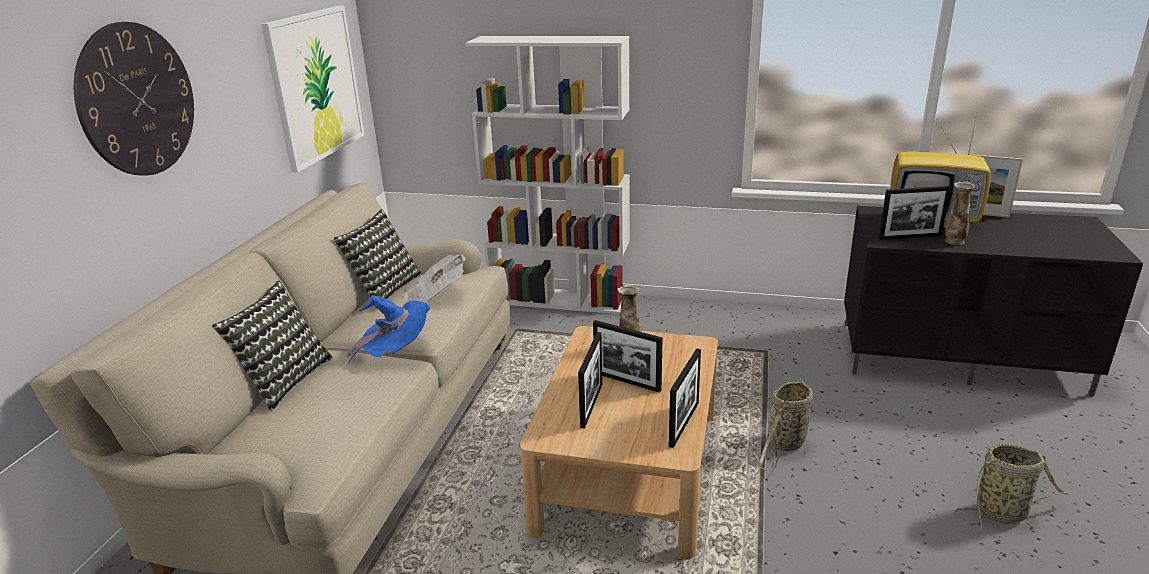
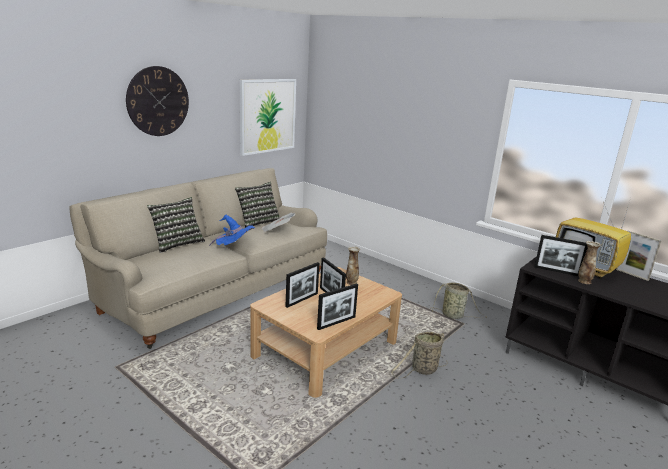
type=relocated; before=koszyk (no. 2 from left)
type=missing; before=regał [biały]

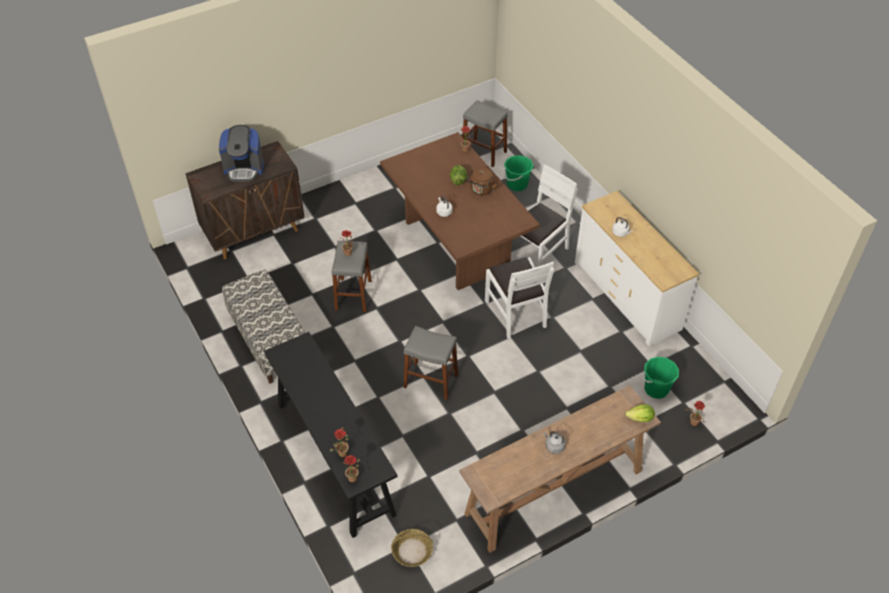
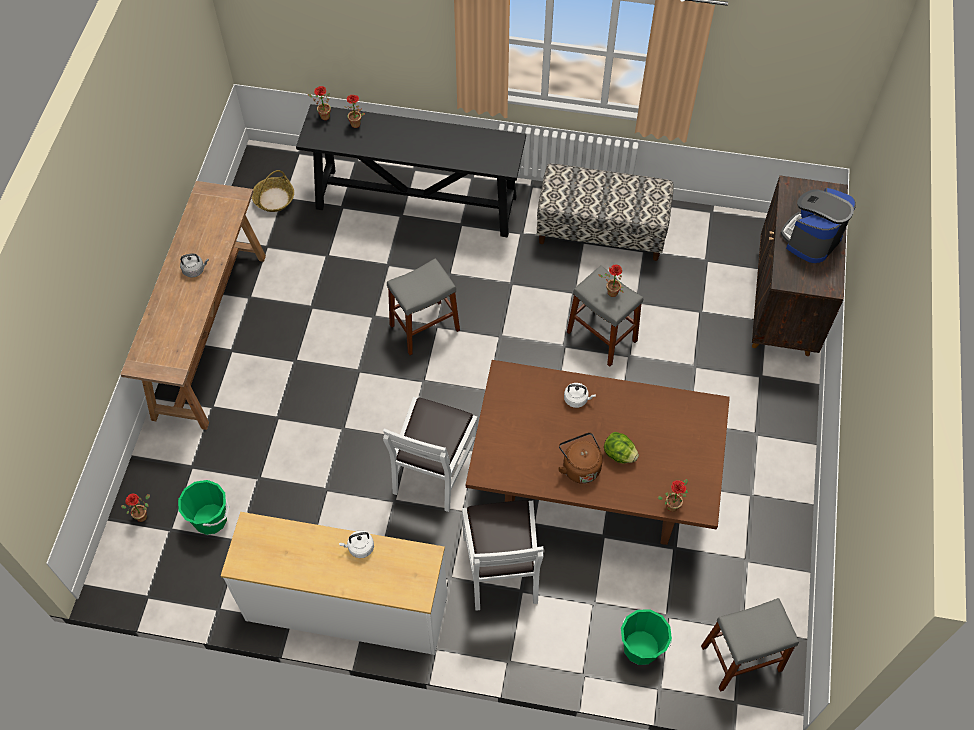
type=spun; before=krzesło [biały] (no. 1 from left); turn=-90
type=missing; before=sałata (no. 2 from left)

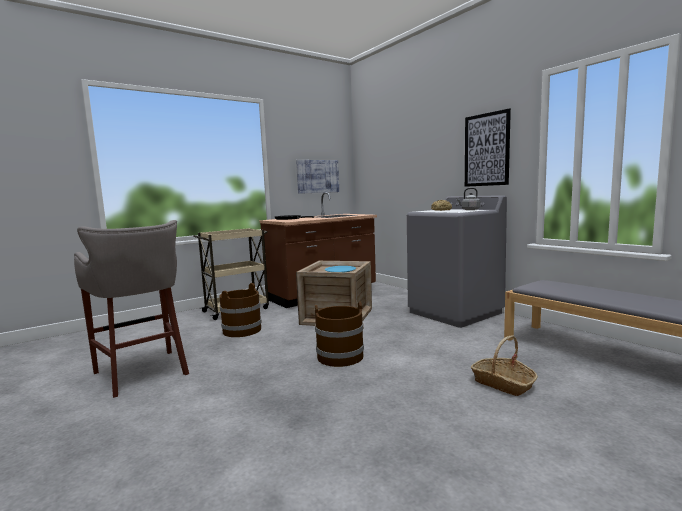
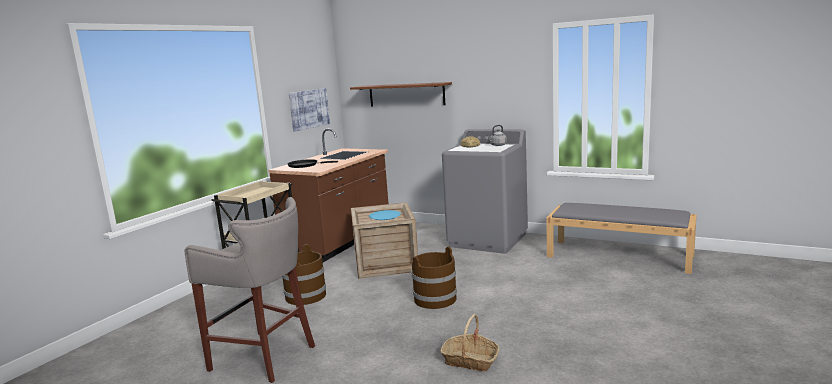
type=appeared; after=półka [brązowy]
type=relocated; before=koszyk
type=missing; before=obraz (no. 2 from left)

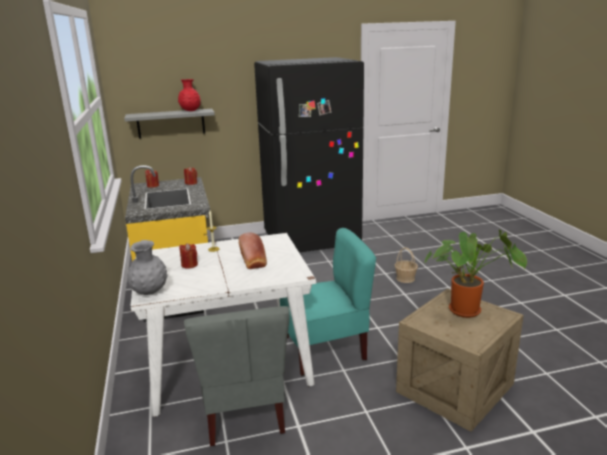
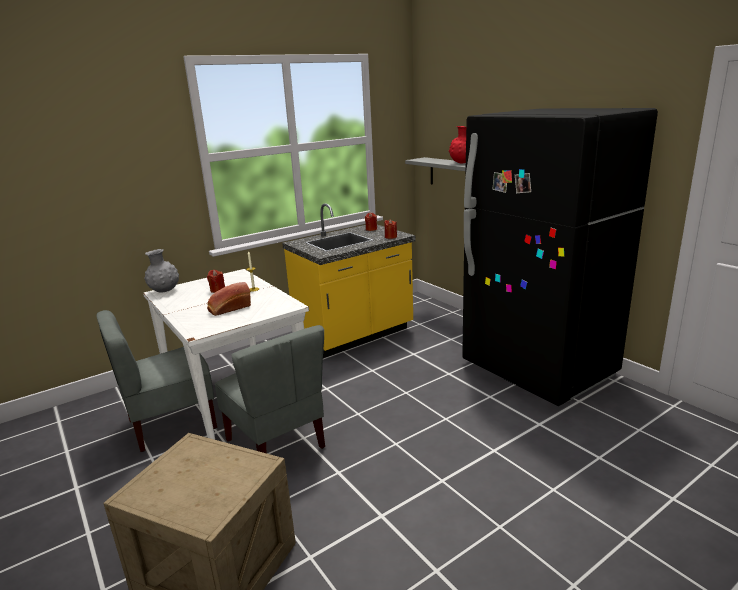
type=colour; before=krzesło [turkusowy]; after=krzesło [szary] (no. 2 from left)
type=missing; before=koszyk
type=missing; before=roślina doniczkowa

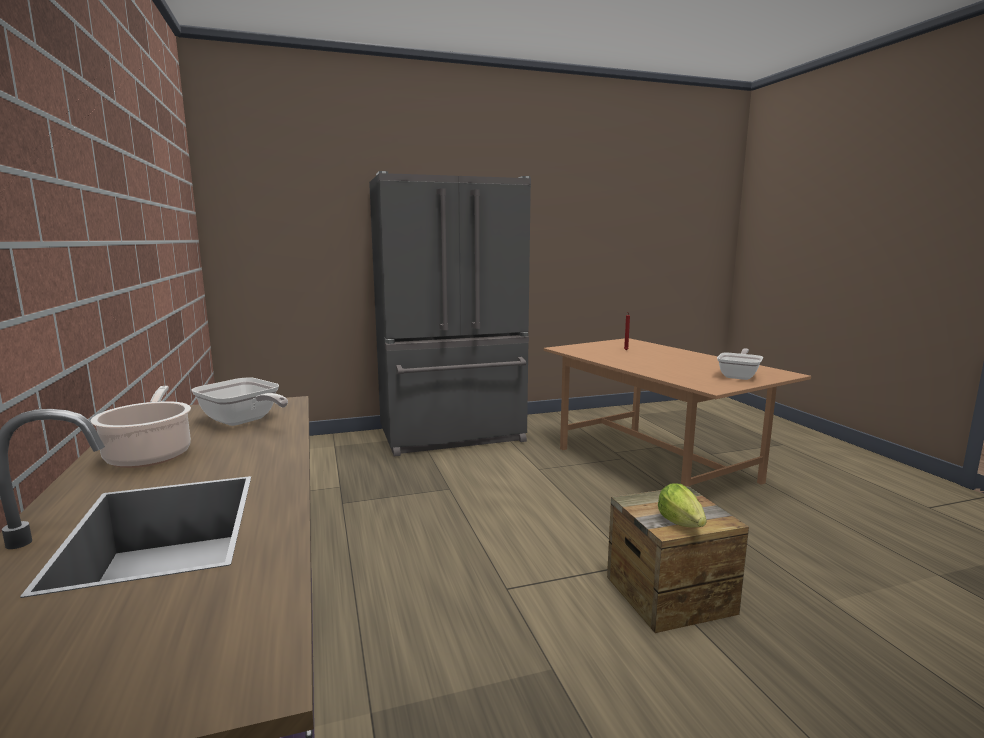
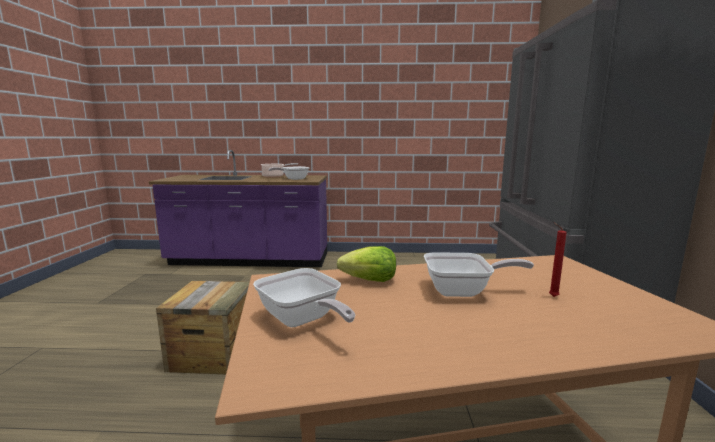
type=relocated; before=sałata
type=appeared; after=patelnia (no. 3 from left)

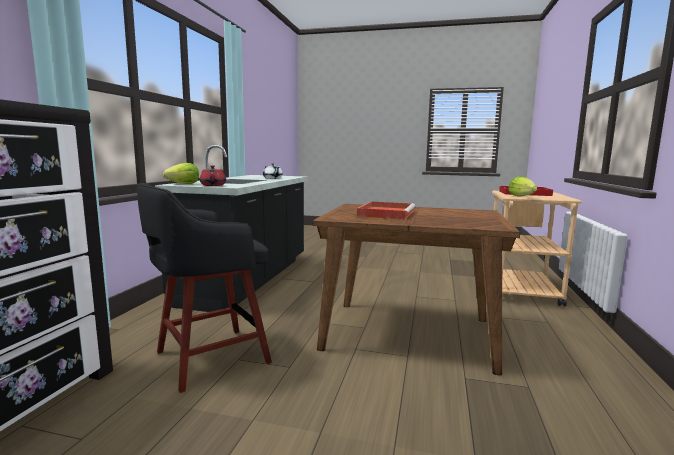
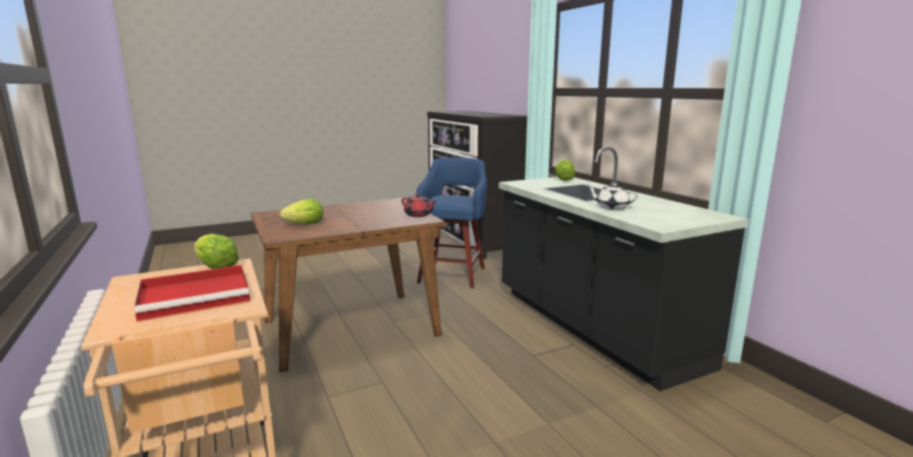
type=appeared; after=sałata (no. 2 from left)
type=relocated; before=imbryk [czerwony]
type=colour; before=stołek [czarny]; after=stołek [niebieski]
type=missing; before=taca [czerwony] (no. 1 from left)

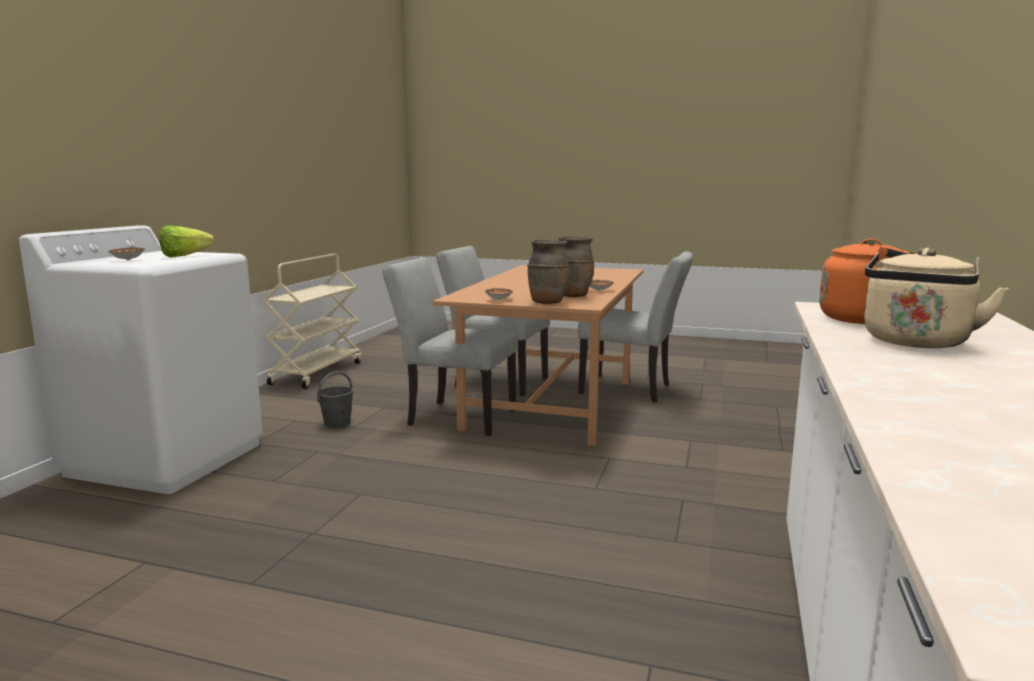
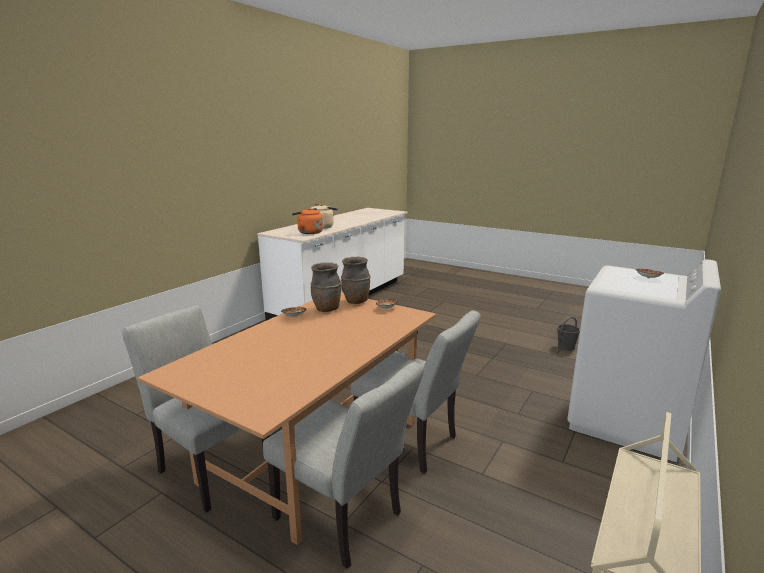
type=relocated; before=wiadro [szary]
type=missing; before=sałata

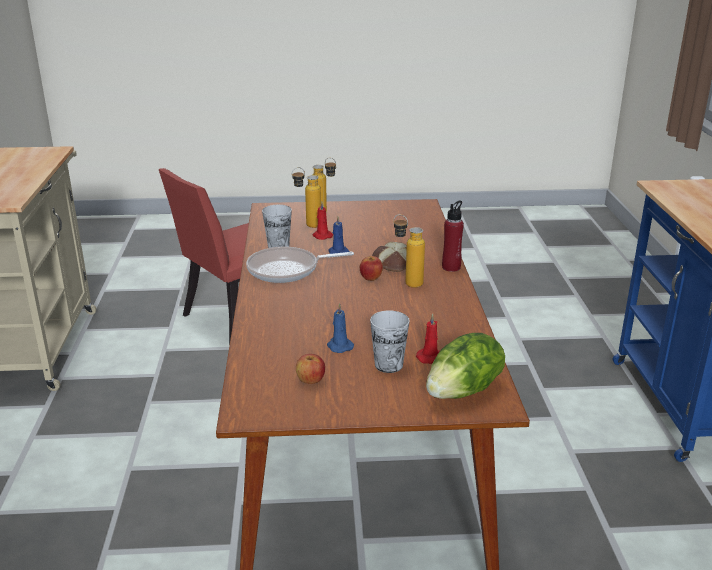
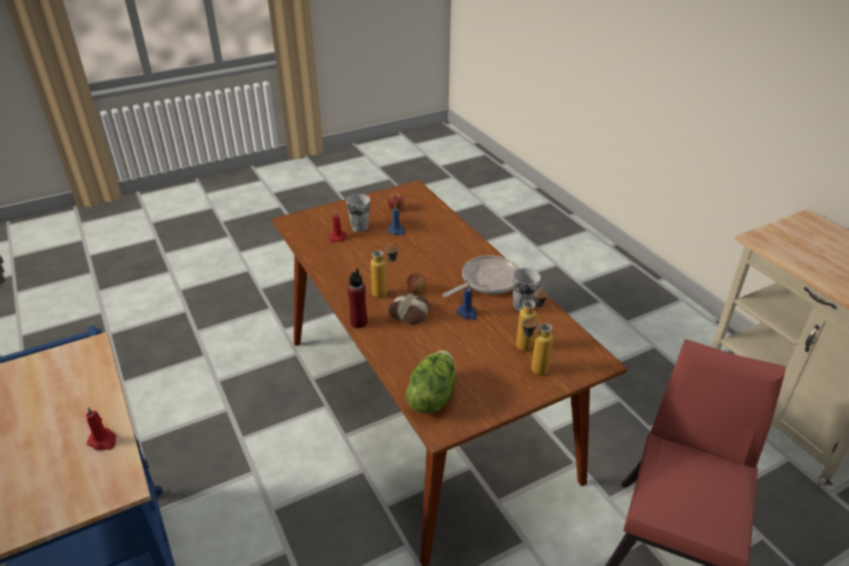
type=relocated; before=świeca [czerwony] (no. 1 from left)
type=relocated; before=sałata

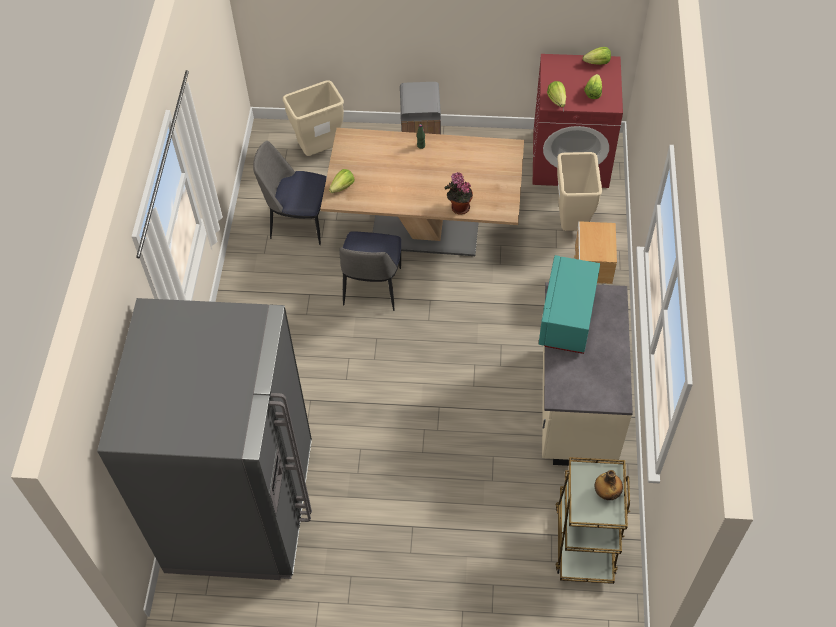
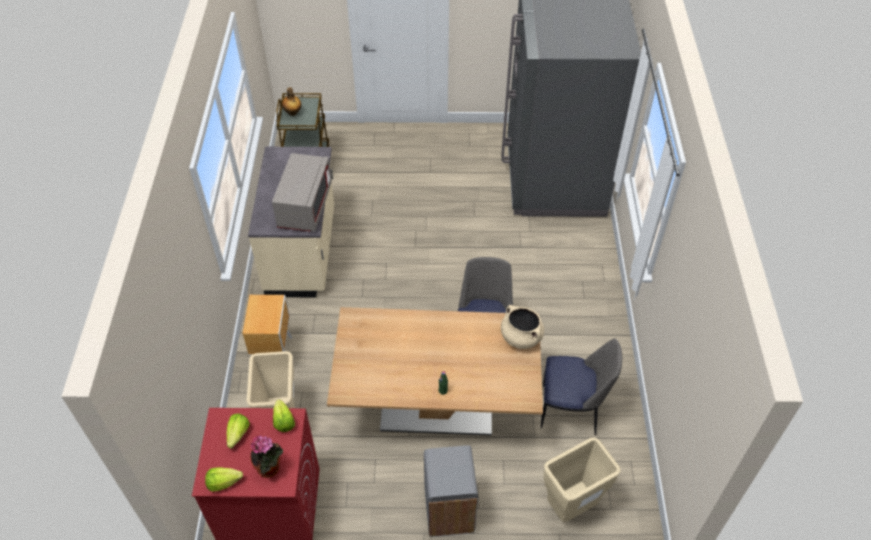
type=relocated; before=roślina doniczkowa
type=colour; before=mikrofalówka [turkusowy]; after=mikrofalówka [szary]
type=exchanged; before=sałata (no. 1 from left); after=garnek [beżowy]

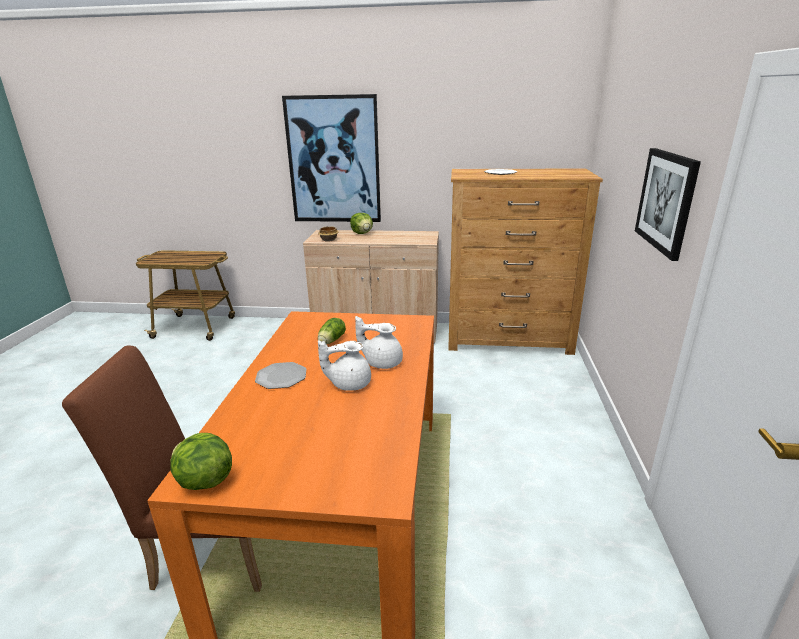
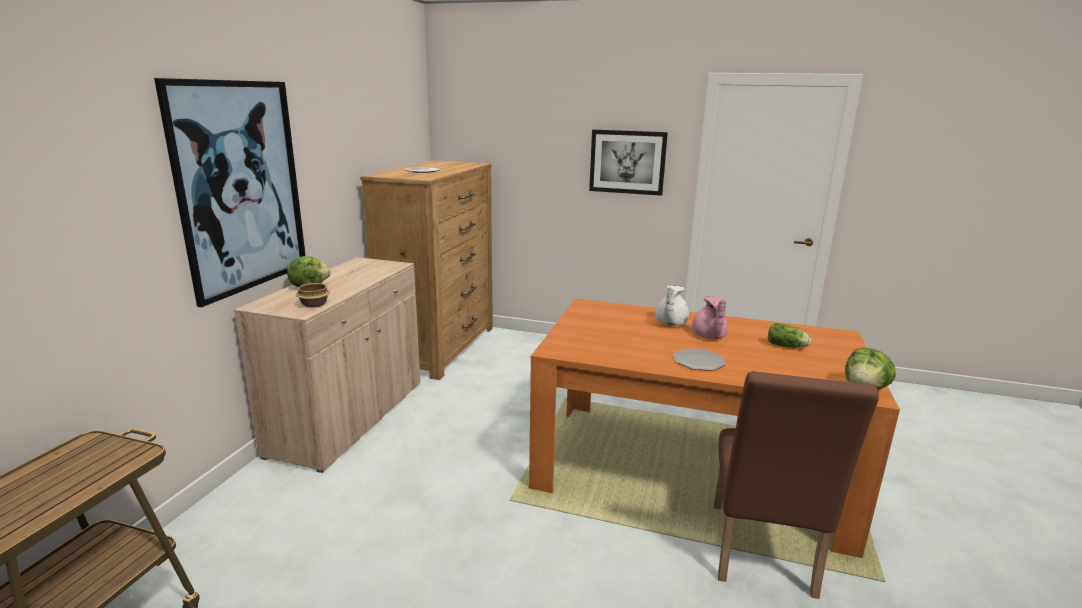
type=colour; before=imbryk [biały] (no. 1 from left); after=imbryk [różowy]
type=relocated; before=sałata (no. 2 from left)

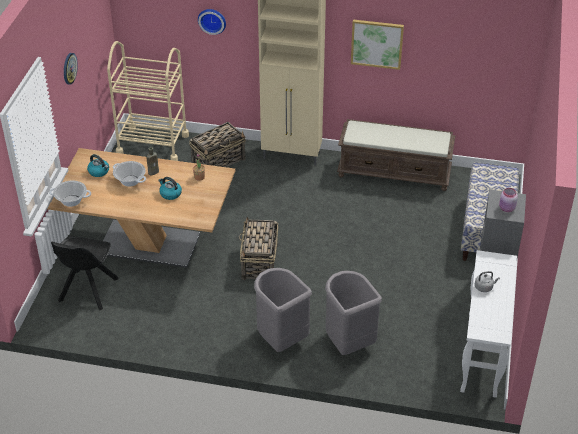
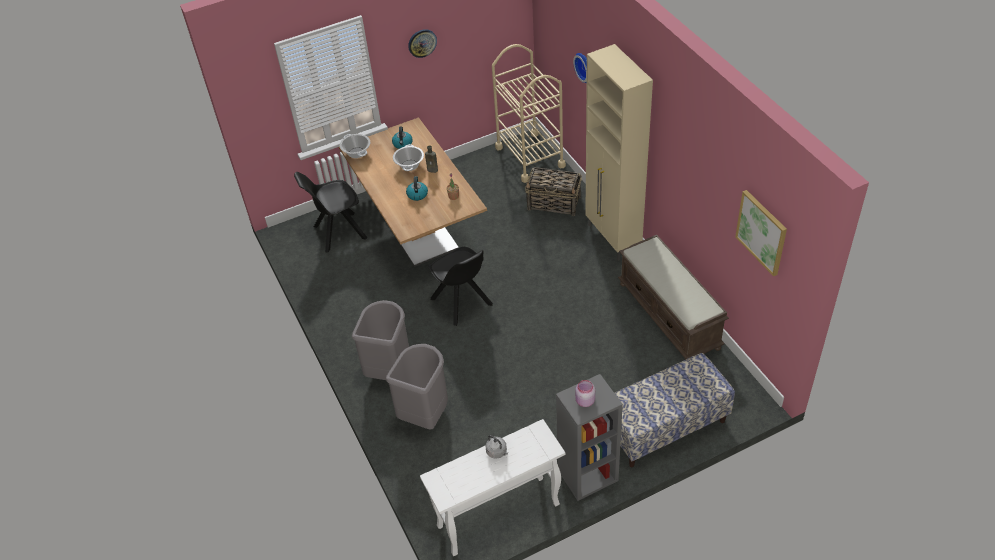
type=exchanged; before=koszyk (no. 2 from left); after=krzesło [czarny] (no. 2 from left)
type=relocated; before=obraz

